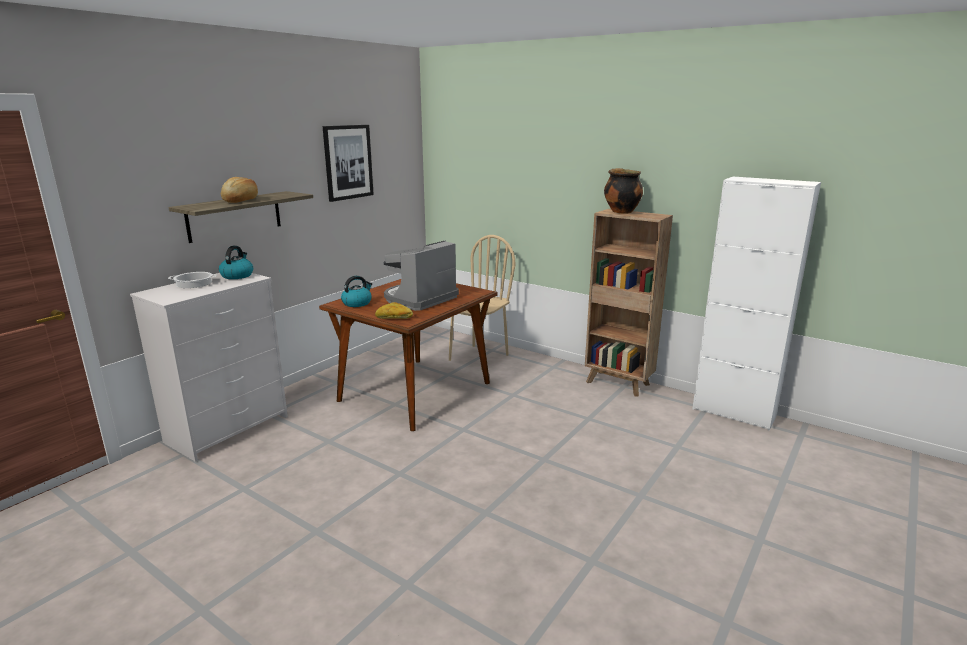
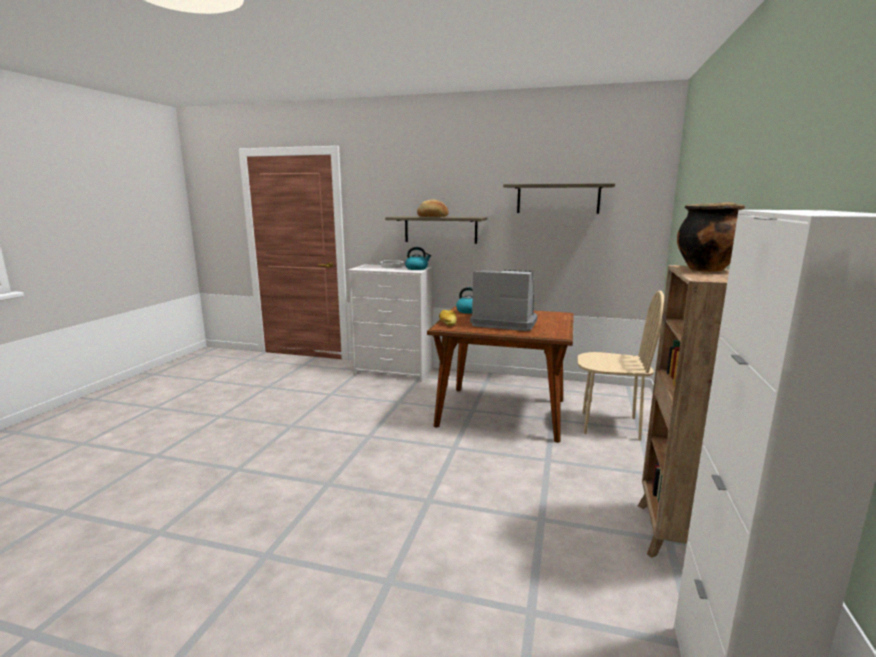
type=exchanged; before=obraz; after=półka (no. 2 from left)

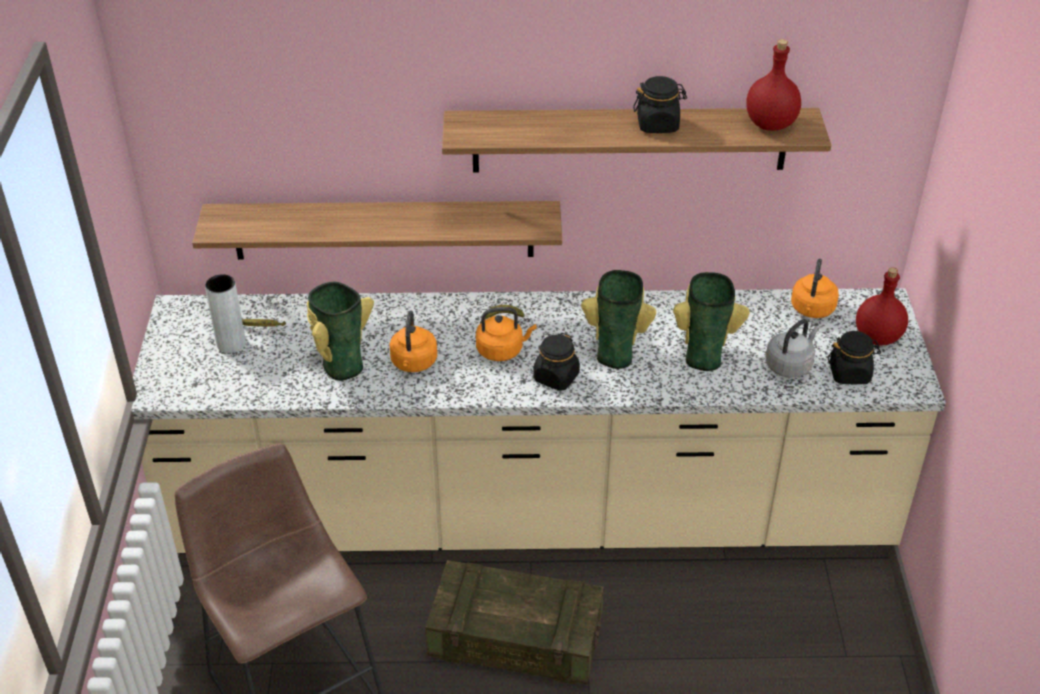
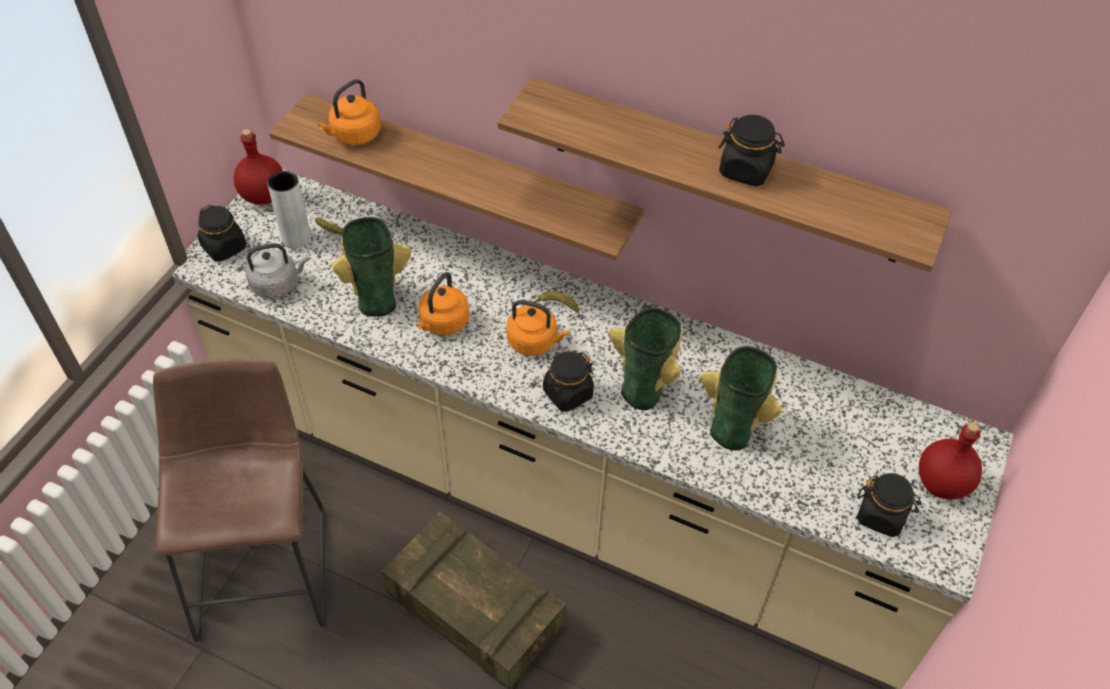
type=appeared; after=słoik [czarny] (no. 1 from left)
type=relocated; before=butelka [czerwony] (no. 1 from left)
type=relocated; before=czajnik [szary]
type=relocated; before=czajnik [pomarańczowy] (no. 3 from left in the first image); after=czajnik [pomarańczowy] (no. 1 from left)

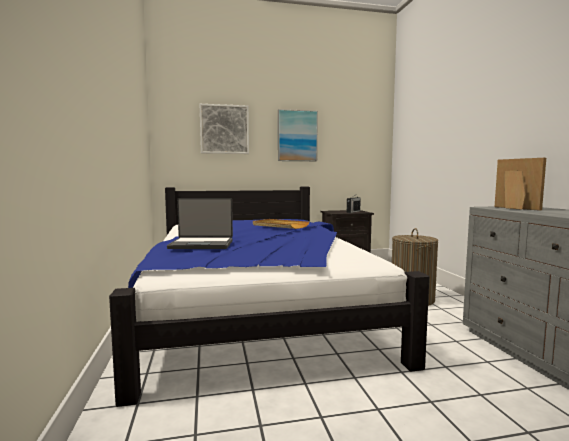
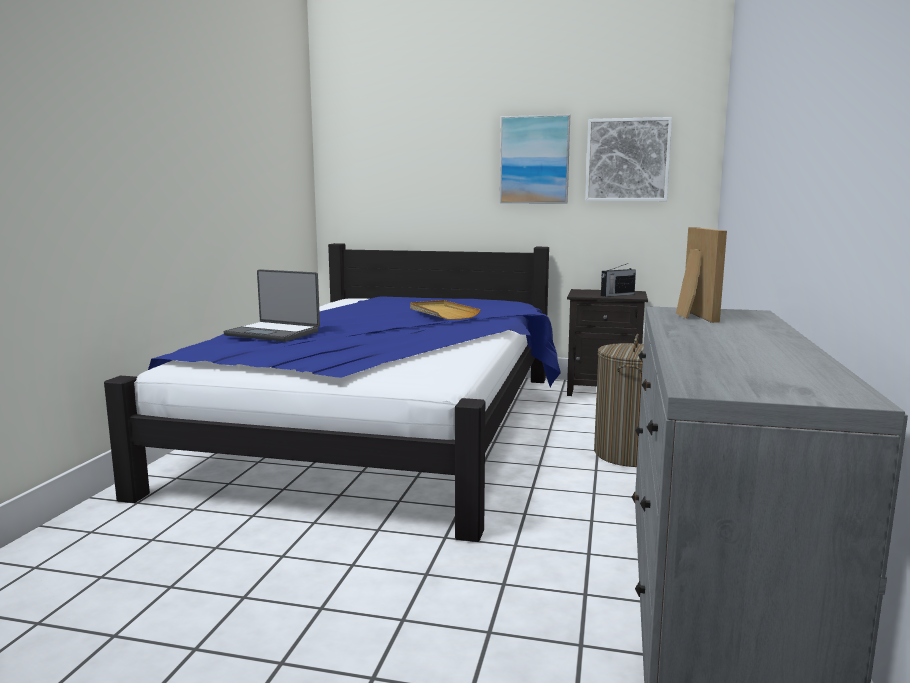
type=relocated; before=obraz (no. 1 from left in the first image); after=obraz (no. 2 from left)

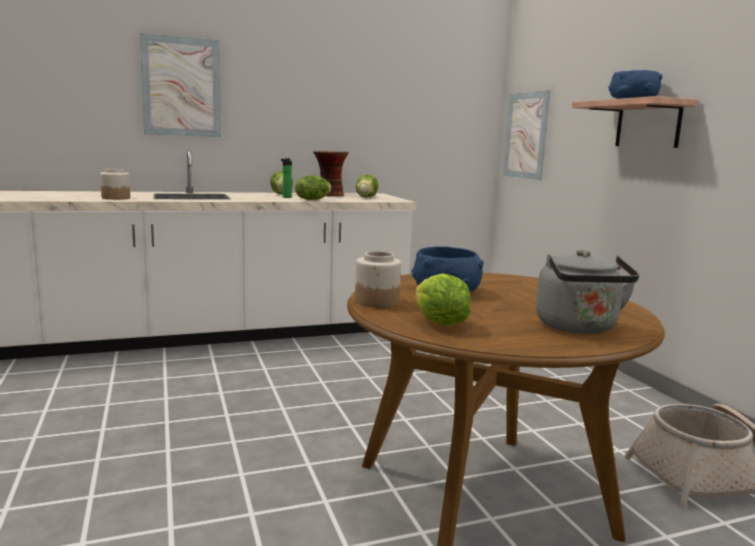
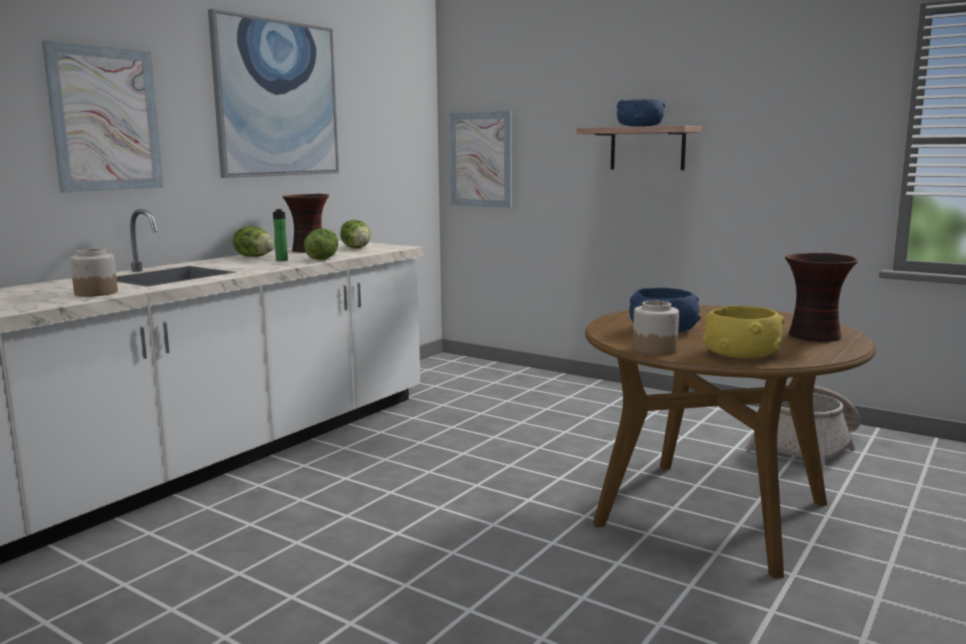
type=appeared; after=obraz (no. 2 from left)
type=exchanged; before=sałata (no. 4 from left); after=miska [żółty]
type=exchanged; before=czajnik [szary]; after=wazon (no. 2 from left)

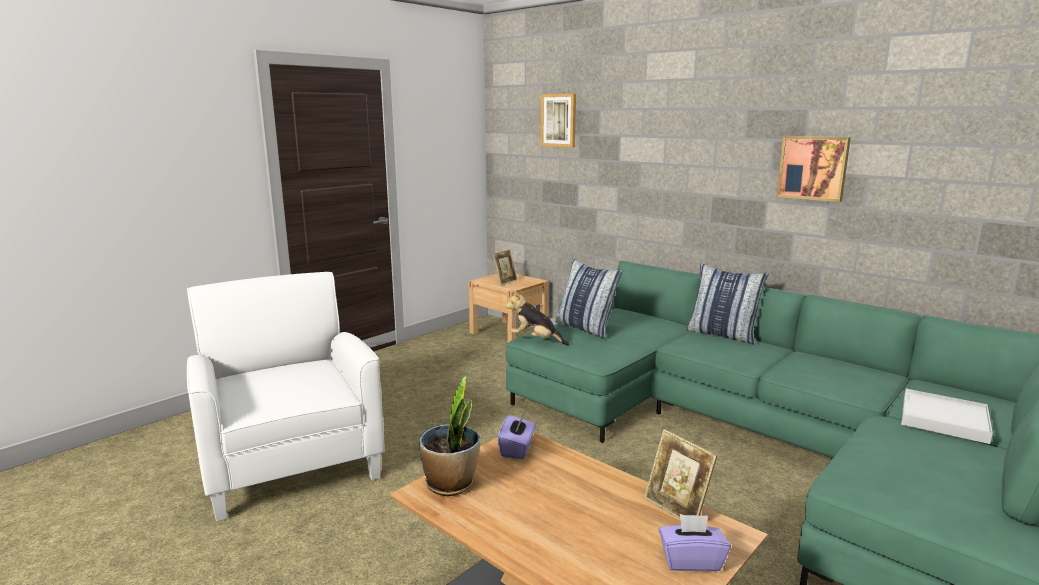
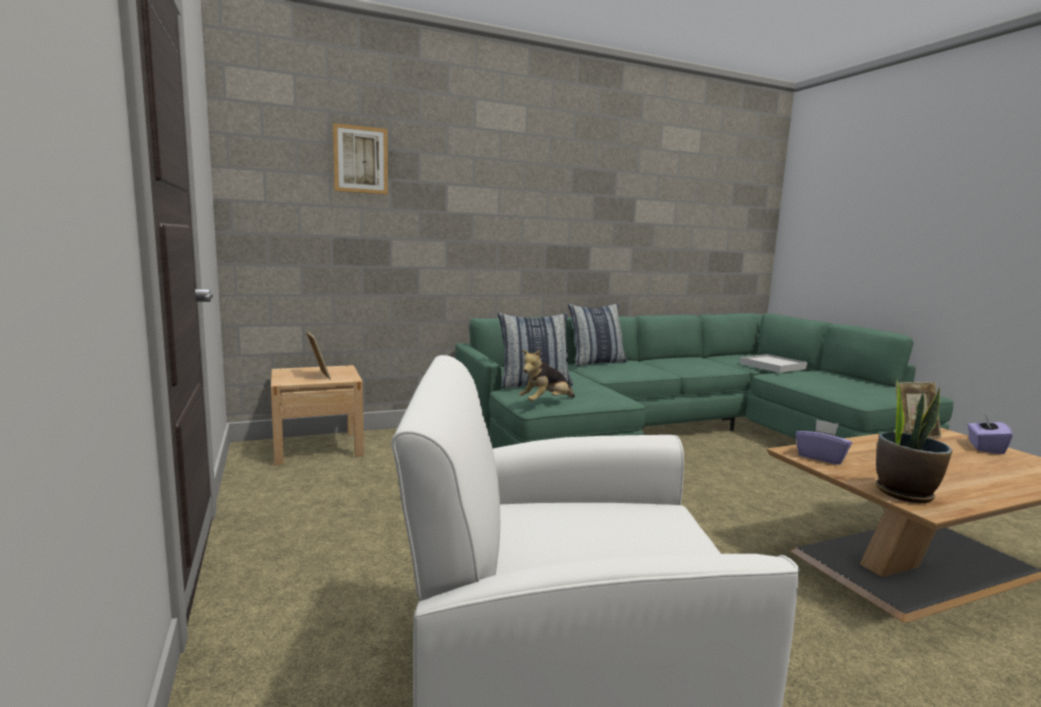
type=missing; before=obraz (no. 2 from left)

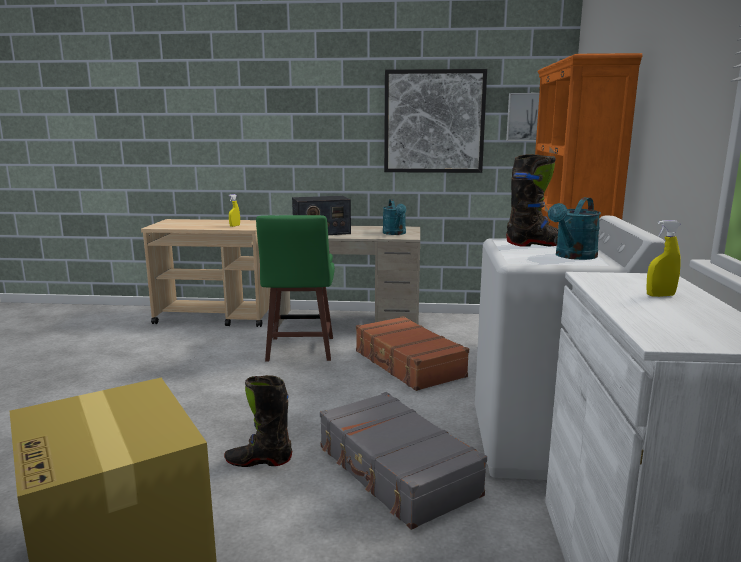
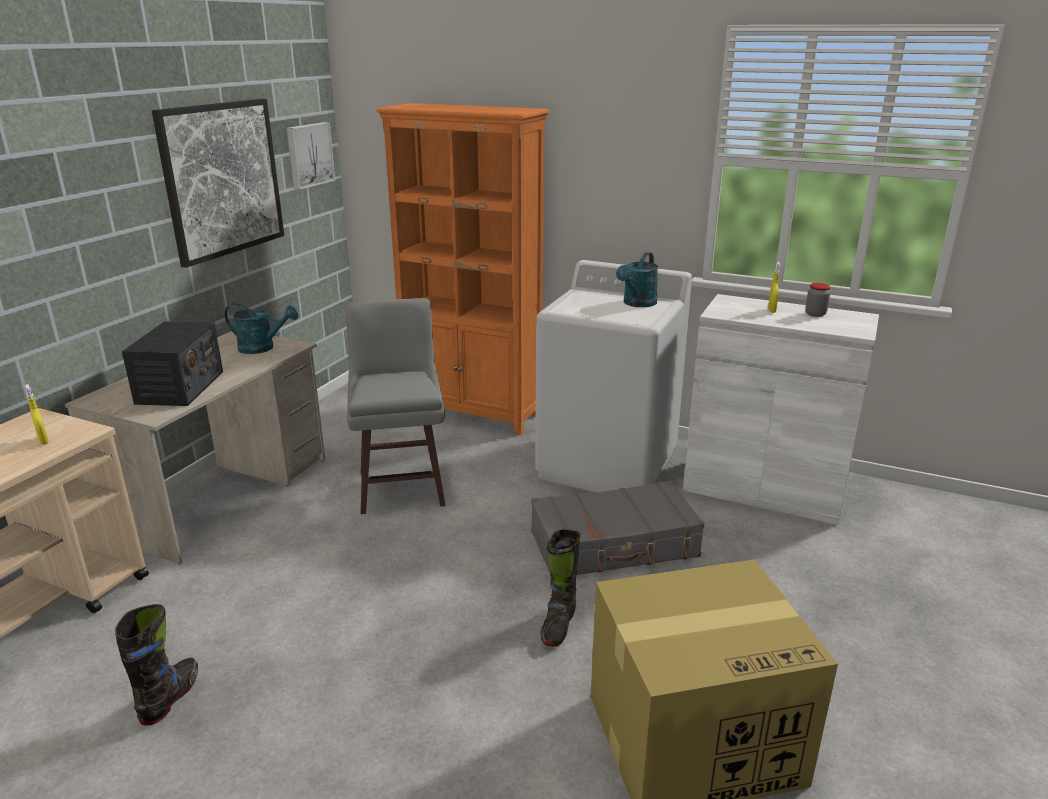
type=relocated; before=but z cholewką [czarny] (no. 2 from left in the first image); after=but z cholewką [czarny] (no. 1 from left)
type=exchanged; before=walizka [brązowy]; after=stołek [szary]
type=spun; before=konewka [turkusowy] (no. 2 from left); turn=60
type=appeared; after=słoik
type=missing; before=stołek [zielony]

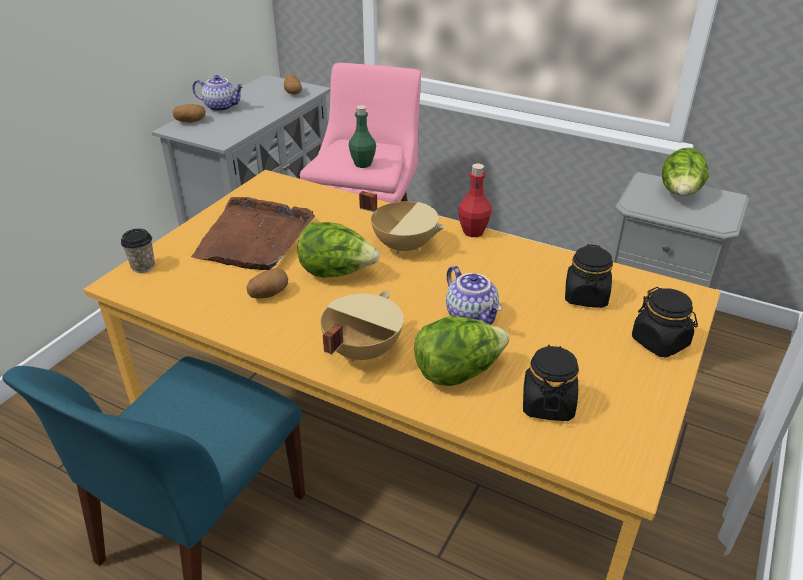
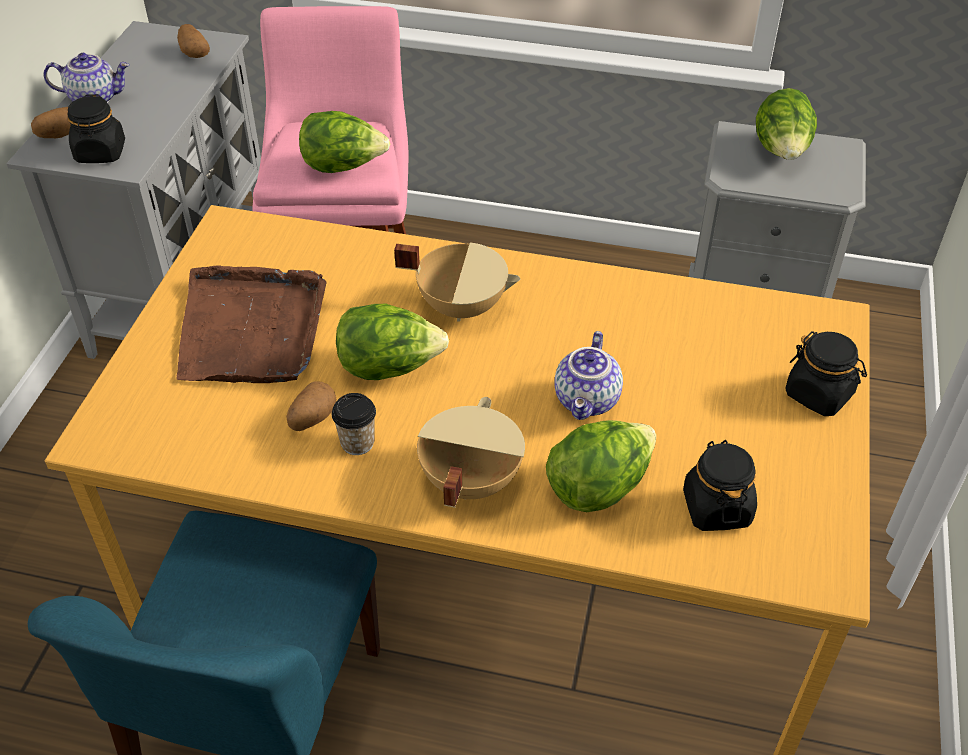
type=relocated; before=słoik [czarny] (no. 2 from left in the first image); after=słoik [czarny] (no. 1 from left)
type=exchanged; before=butelka [zielony]; after=sałata (no. 1 from left)
type=relocated; before=filiżanka
type=spun; before=imbryk (no. 2 from left); turn=60
type=missing; before=butelka [czerwony]

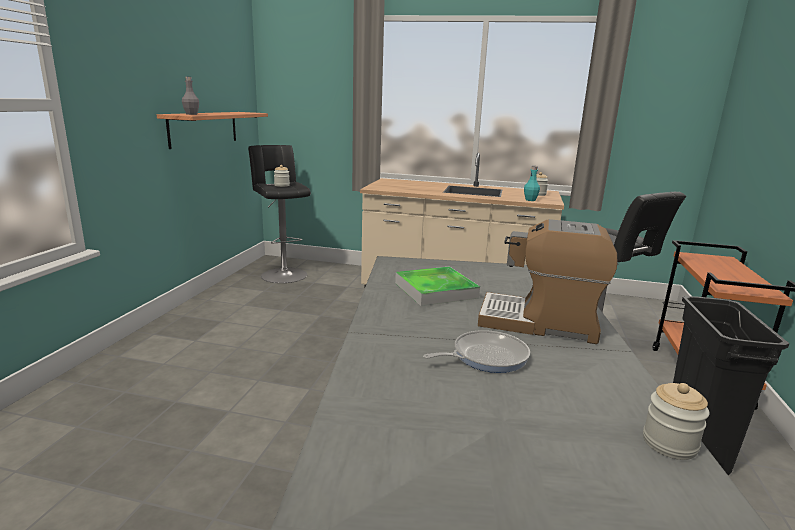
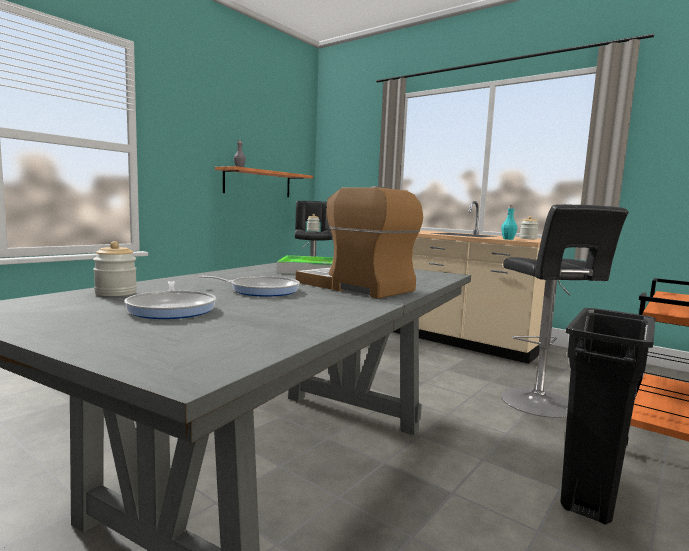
type=relocated; before=słoik (no. 3 from left in the first image); after=słoik (no. 1 from left)
type=appeared; after=patelnia (no. 1 from left)

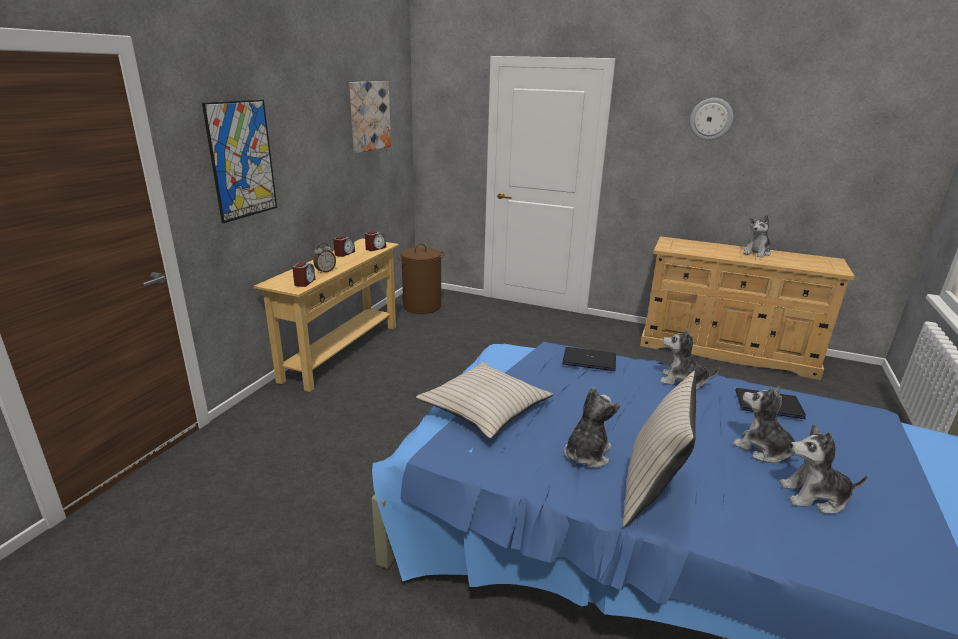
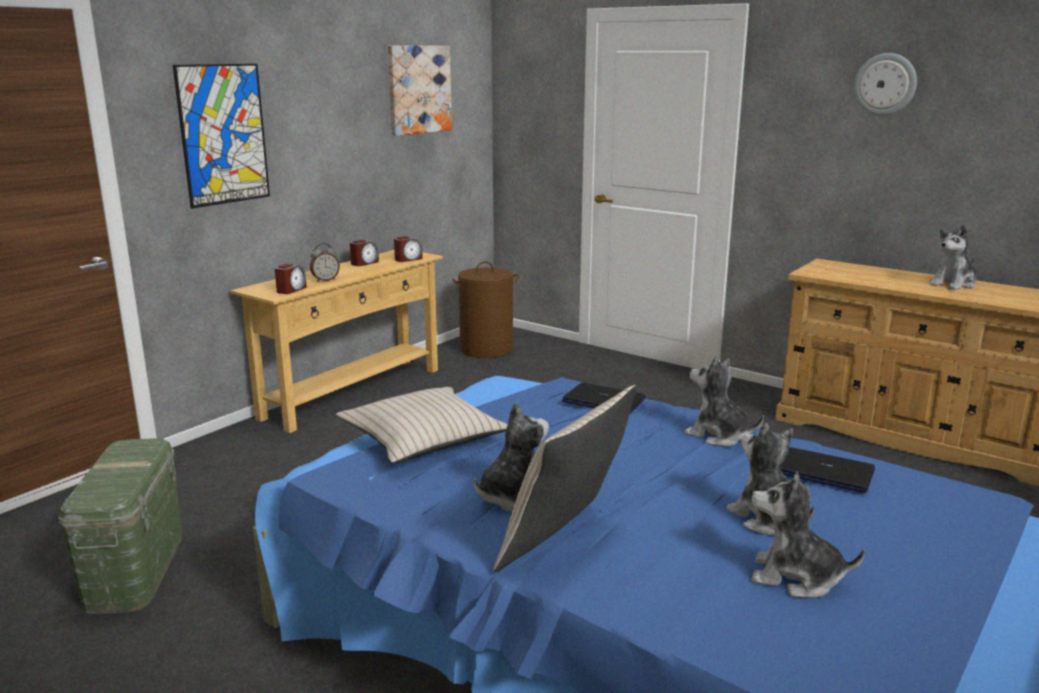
type=appeared; after=pojemnik do przechowywania [zielony]

